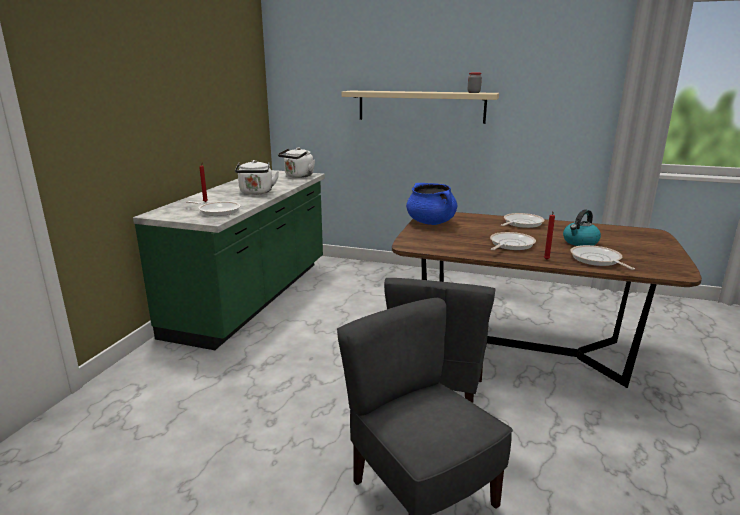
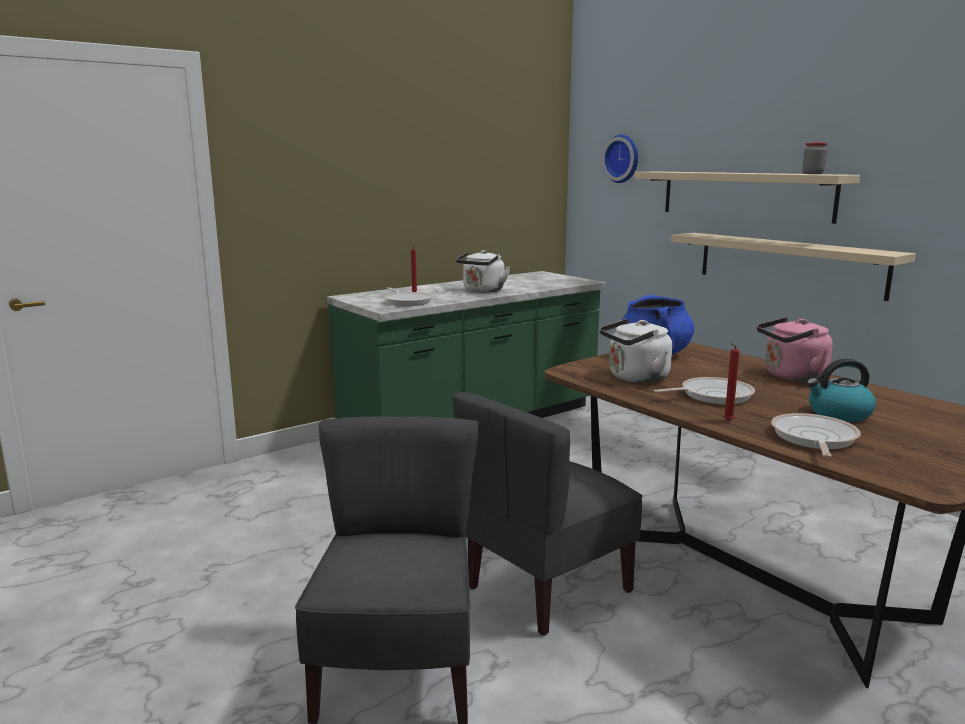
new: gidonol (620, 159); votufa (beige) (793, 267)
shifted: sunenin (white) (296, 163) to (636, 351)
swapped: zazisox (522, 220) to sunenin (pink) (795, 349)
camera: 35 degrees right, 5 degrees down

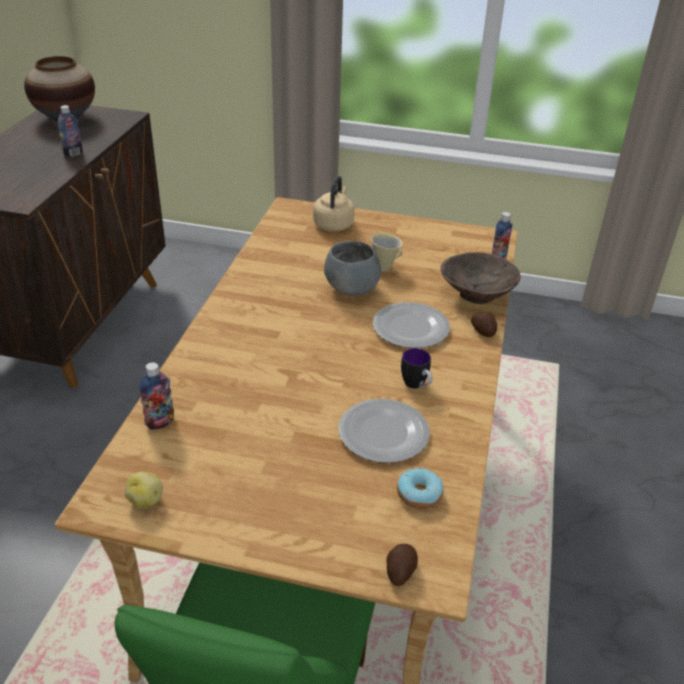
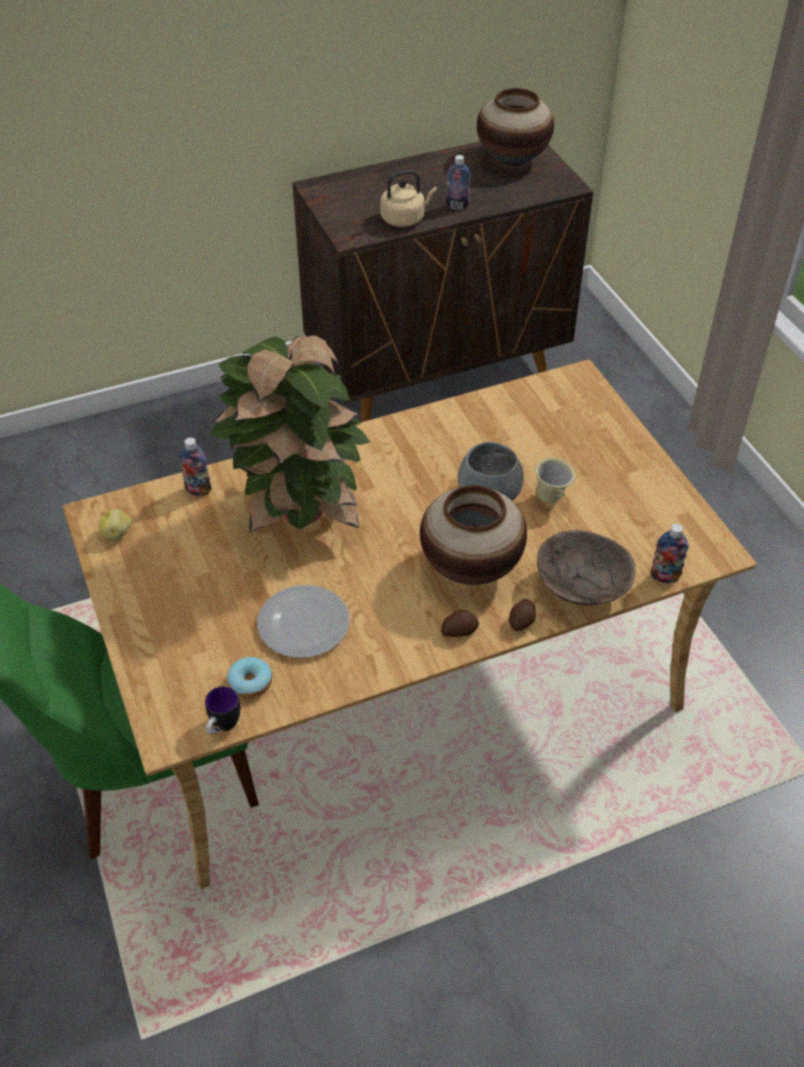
new: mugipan (290, 434)
shifted: sunenin (beige) (334, 203) to (408, 198); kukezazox (417, 368) to (222, 710); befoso (402, 565) to (460, 623)
swapped: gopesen (411, 325) to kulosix (473, 535)
camera: 55 degrees right, 10 degrees up

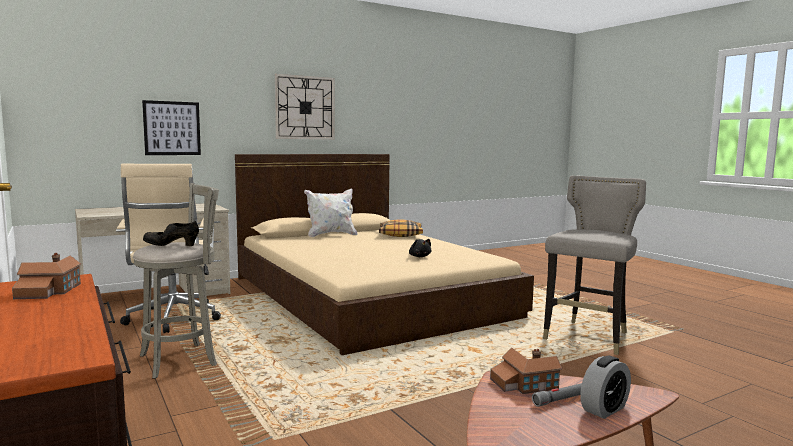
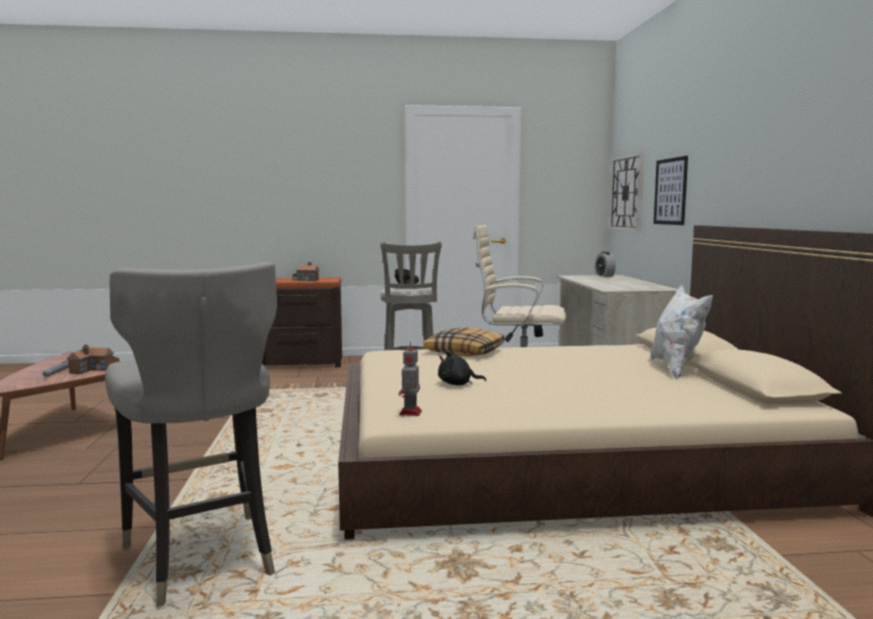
new: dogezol (410, 379)
shifted: gidonol (305, 106) to (626, 192); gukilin (401, 228) to (464, 341); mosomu (605, 387) to (605, 264)
camera: 115 degrees right, 0 degrees up

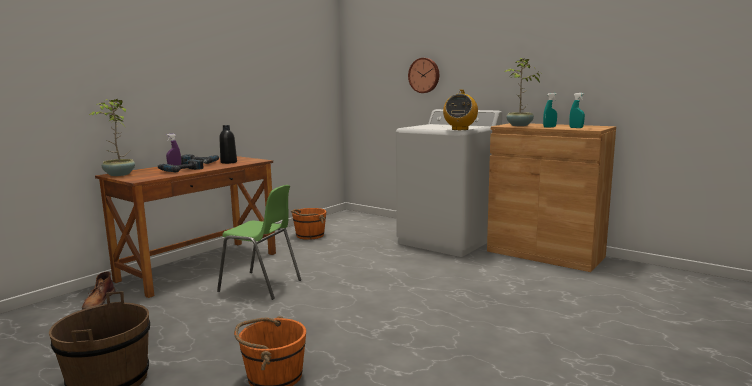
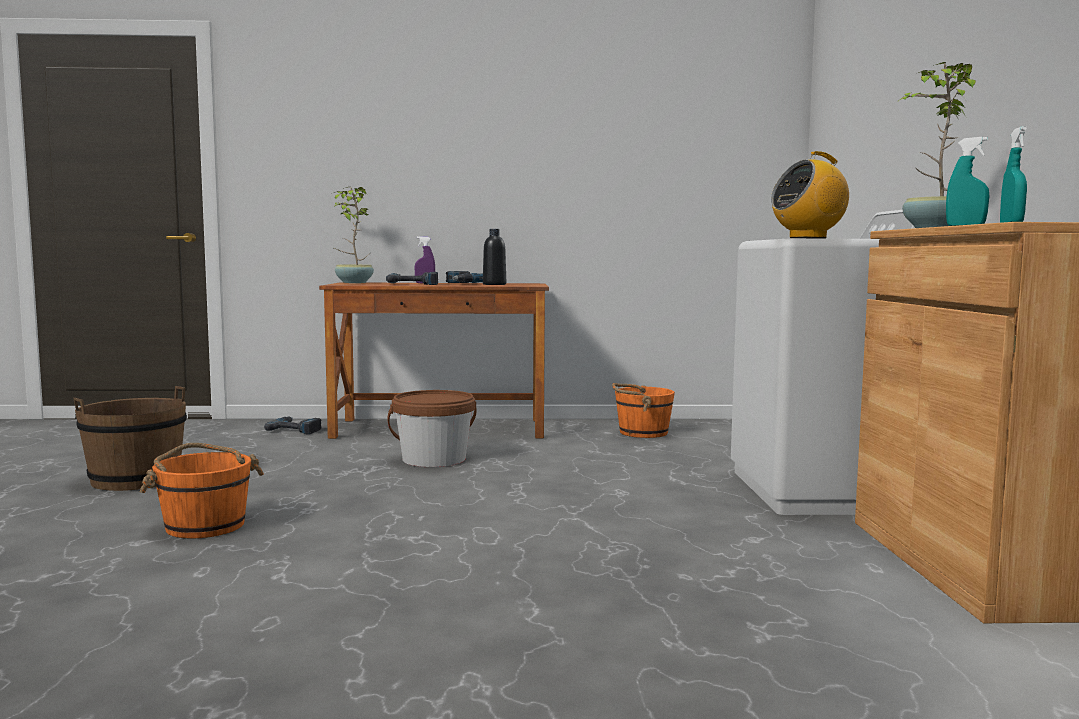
gone: gidonol (423, 75)
swapped: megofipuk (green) (259, 242) to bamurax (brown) (432, 428); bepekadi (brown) (99, 290) to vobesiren (293, 425)
camera: 50 degrees right, 5 degrees down

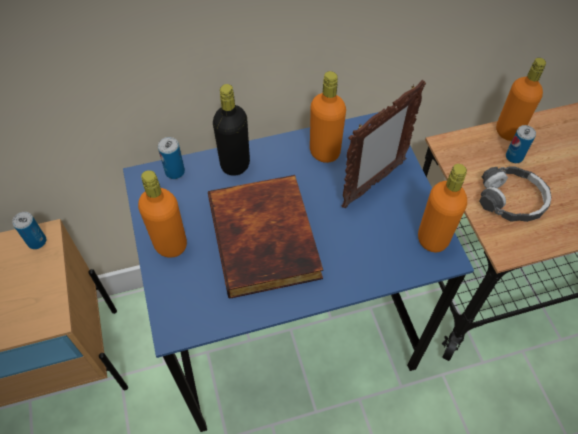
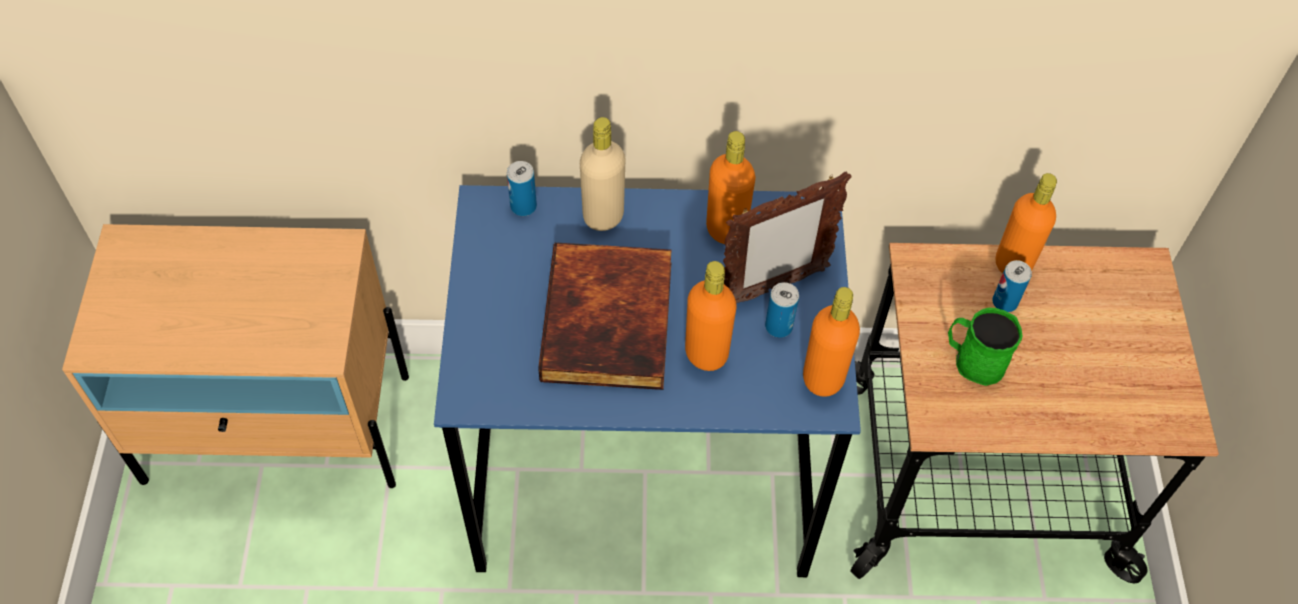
shifted: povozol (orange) (162, 214) to (711, 316); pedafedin (29, 230) to (782, 310)
swapped: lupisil (515, 194) to kukezazox (green) (985, 347)
repainted: povozol (black) (231, 130) to povozol (beige) (603, 174)
camera: 15 degrees right, 0 degrees up

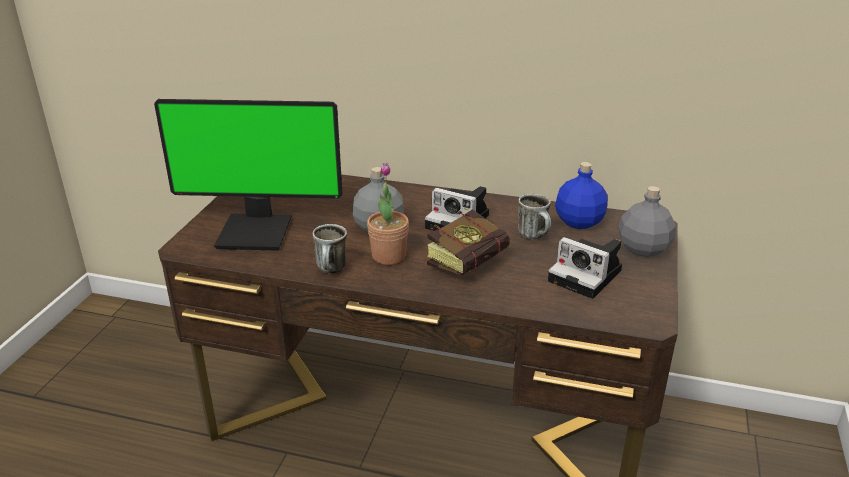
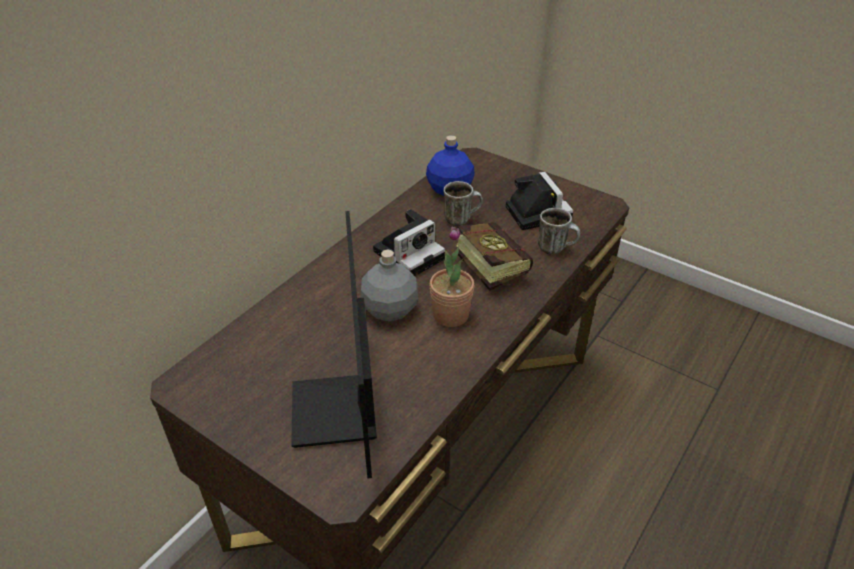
gone: povozol (grey) (647, 221)
shifted: kukezazox (330, 249) to (559, 231)
rotated: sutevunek (248, 175) = (334, 345) 150 degrees clockwise; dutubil (585, 268) = (540, 201) 75 degrees counterclockwise
camera: 70 degrees left, 10 degrees up

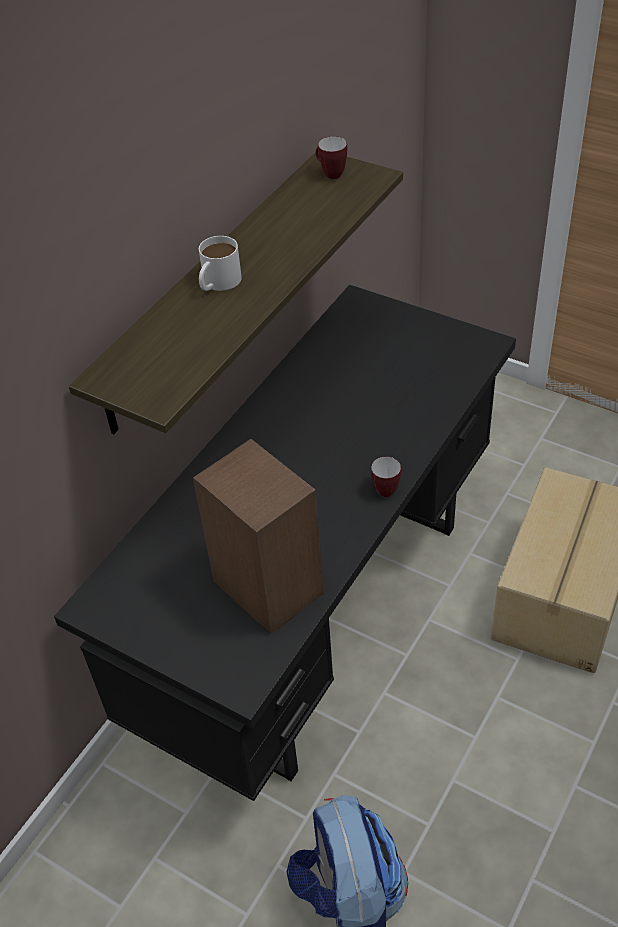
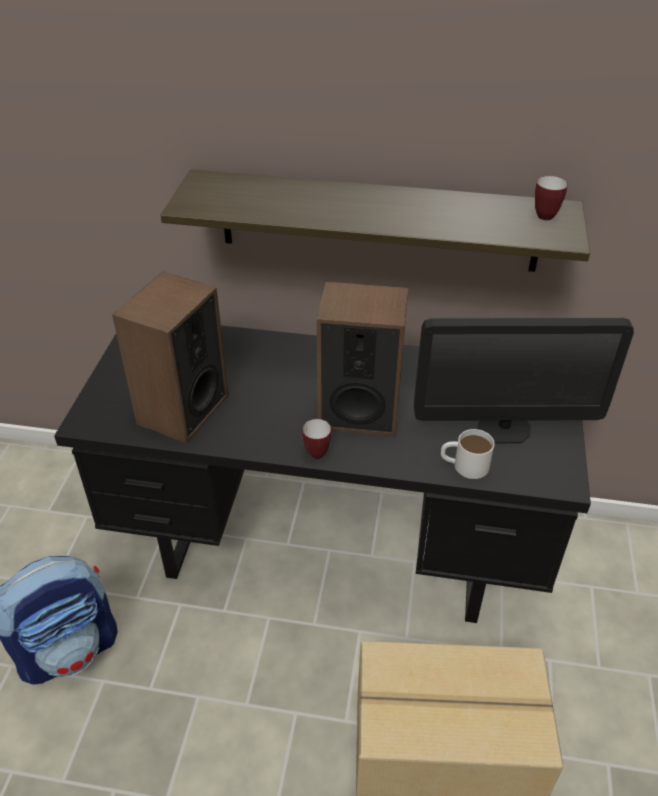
new: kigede (362, 359); sutevunek (524, 380)
shifted: kukezazox (white) (220, 263) to (467, 454)
camera: 65 degrees right, 5 degrees down

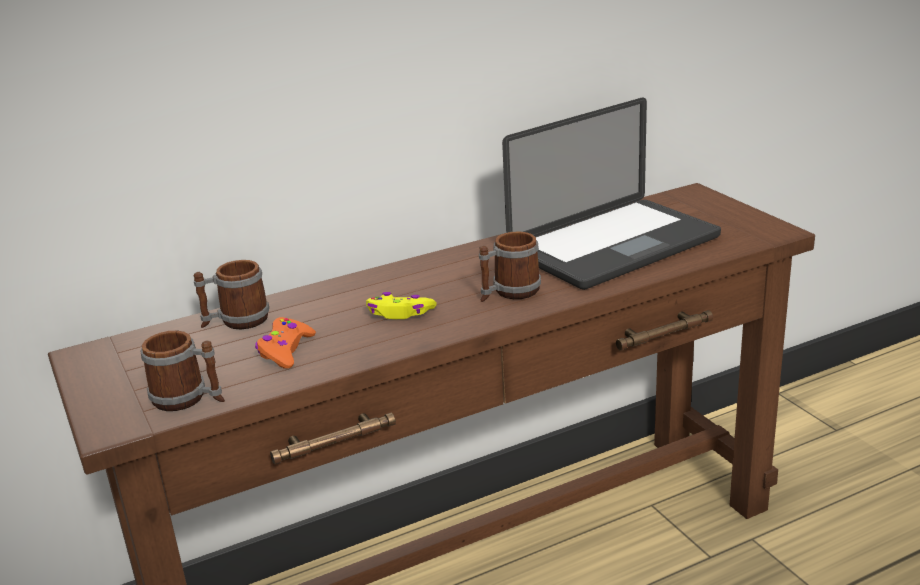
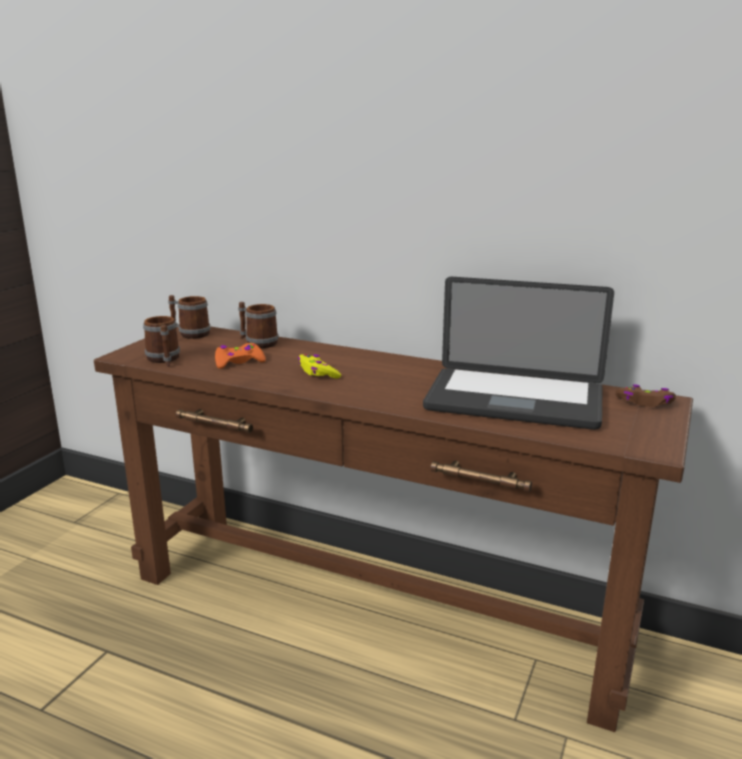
new: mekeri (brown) (645, 395)
shifted: kukezazox (510, 266) to (189, 317)
camera: 50 degrees right, 5 degrees down

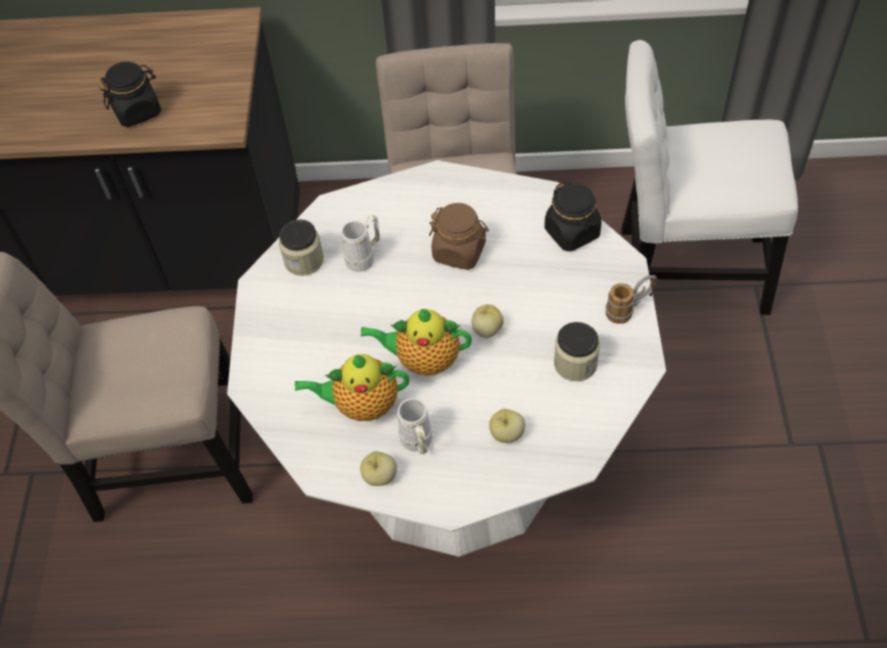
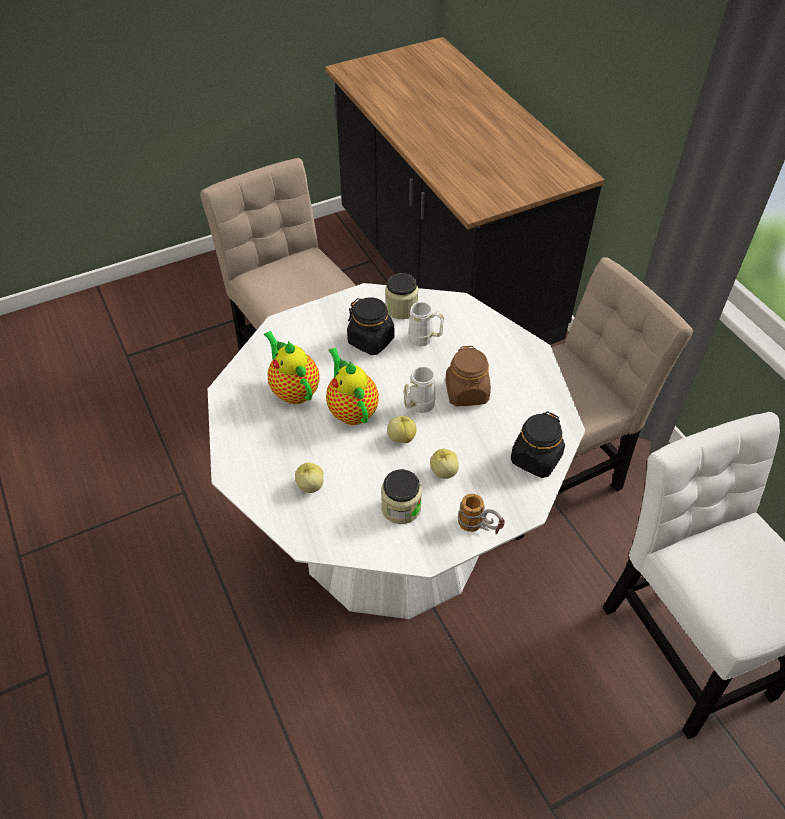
shifted: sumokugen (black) (130, 94) to (371, 326); kukezazox (white) (414, 426) to (419, 389); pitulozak (378, 468) to (444, 464)
camera: 60 degrees right, 5 degrees down

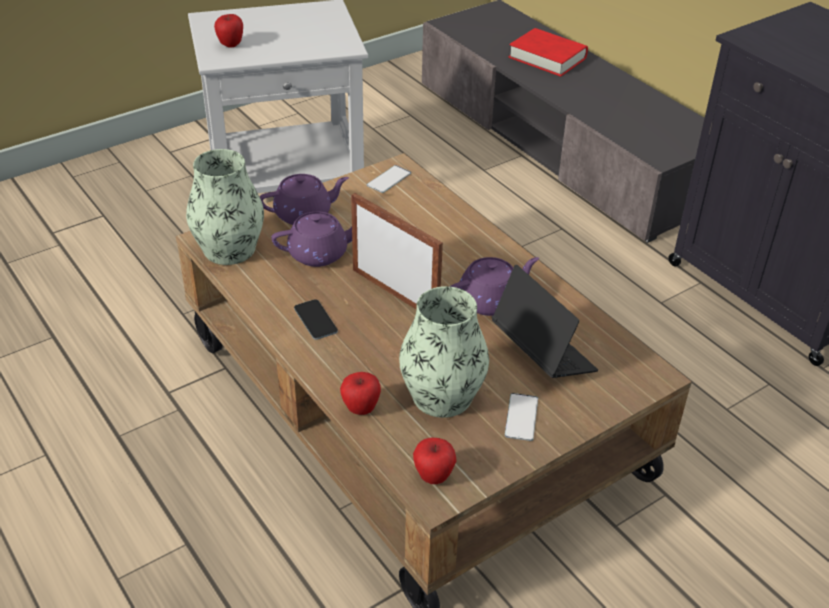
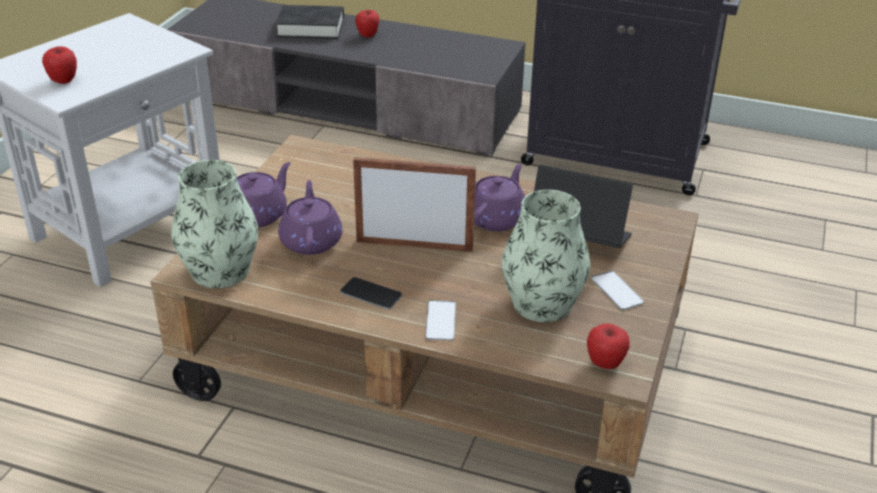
shifted: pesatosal (389, 179) to (441, 320); pitulozak (360, 393) to (367, 24)
repainted: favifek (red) (548, 52) to favifek (black) (309, 22)
rotated: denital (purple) (311, 239) = (310, 217) 45 degrees counterclockwise
camera: 35 degrees left, 5 degrees down

